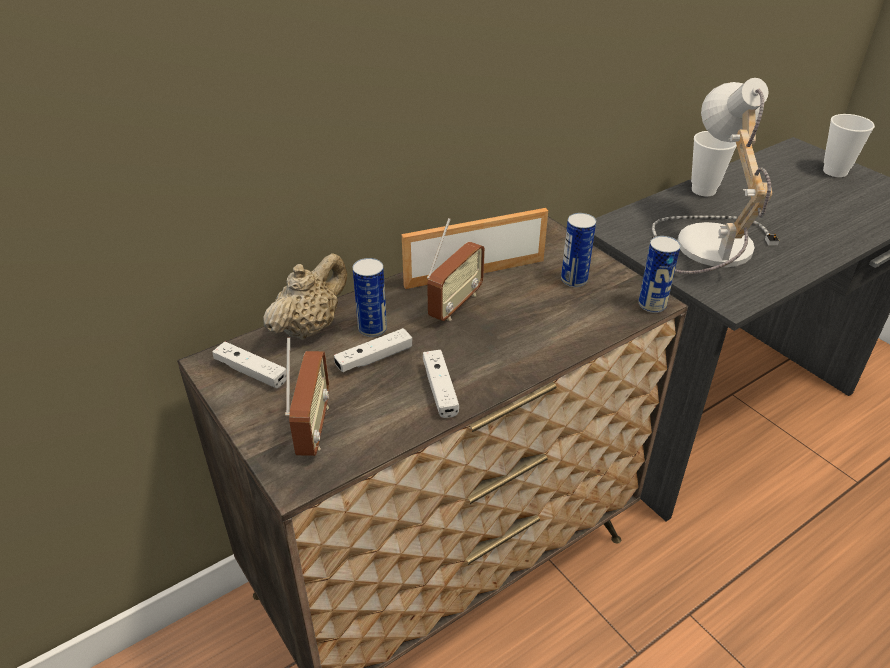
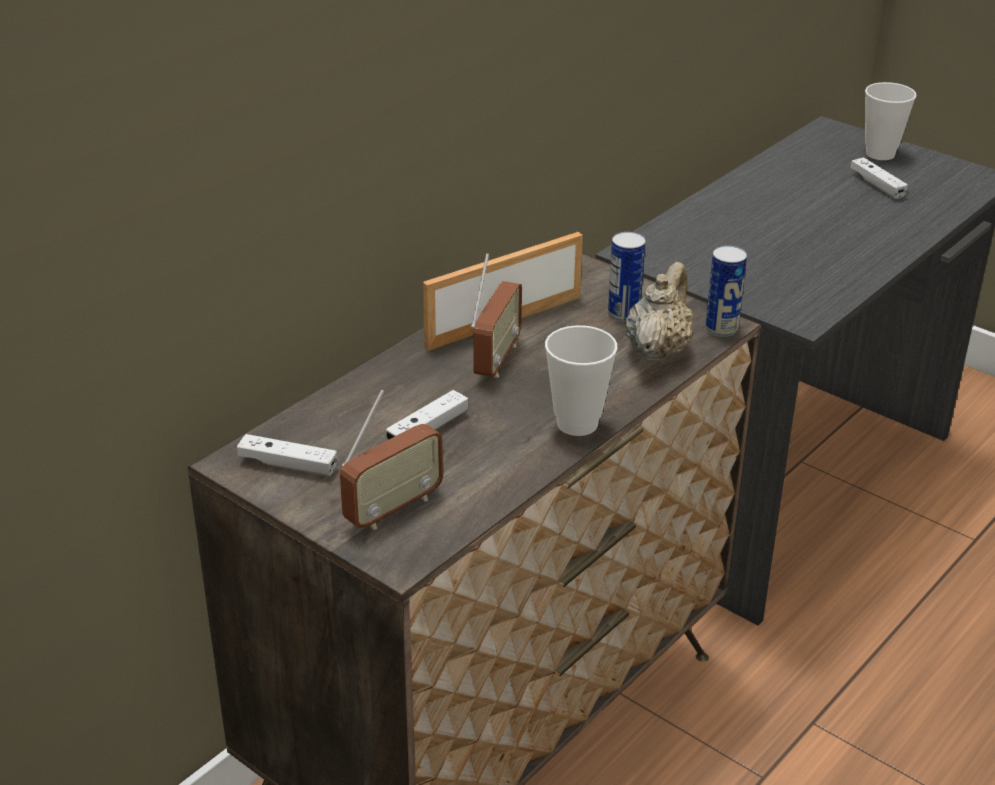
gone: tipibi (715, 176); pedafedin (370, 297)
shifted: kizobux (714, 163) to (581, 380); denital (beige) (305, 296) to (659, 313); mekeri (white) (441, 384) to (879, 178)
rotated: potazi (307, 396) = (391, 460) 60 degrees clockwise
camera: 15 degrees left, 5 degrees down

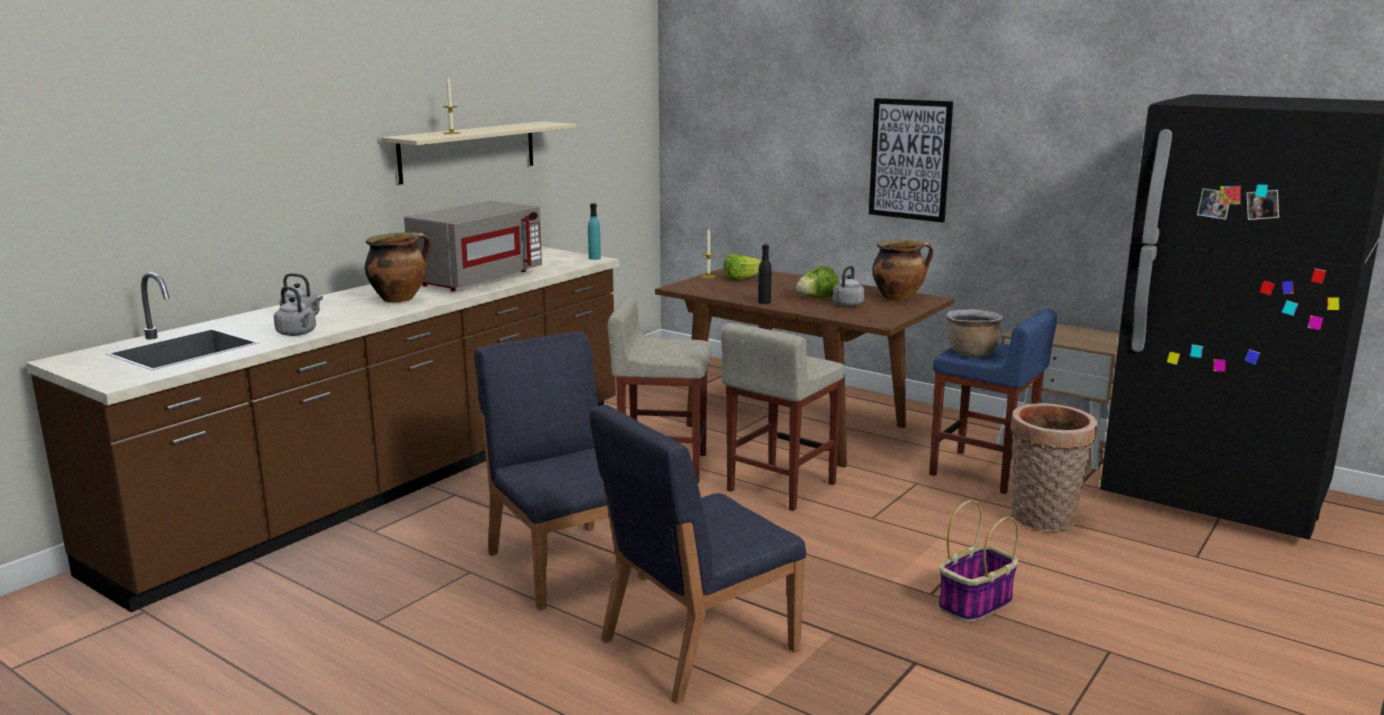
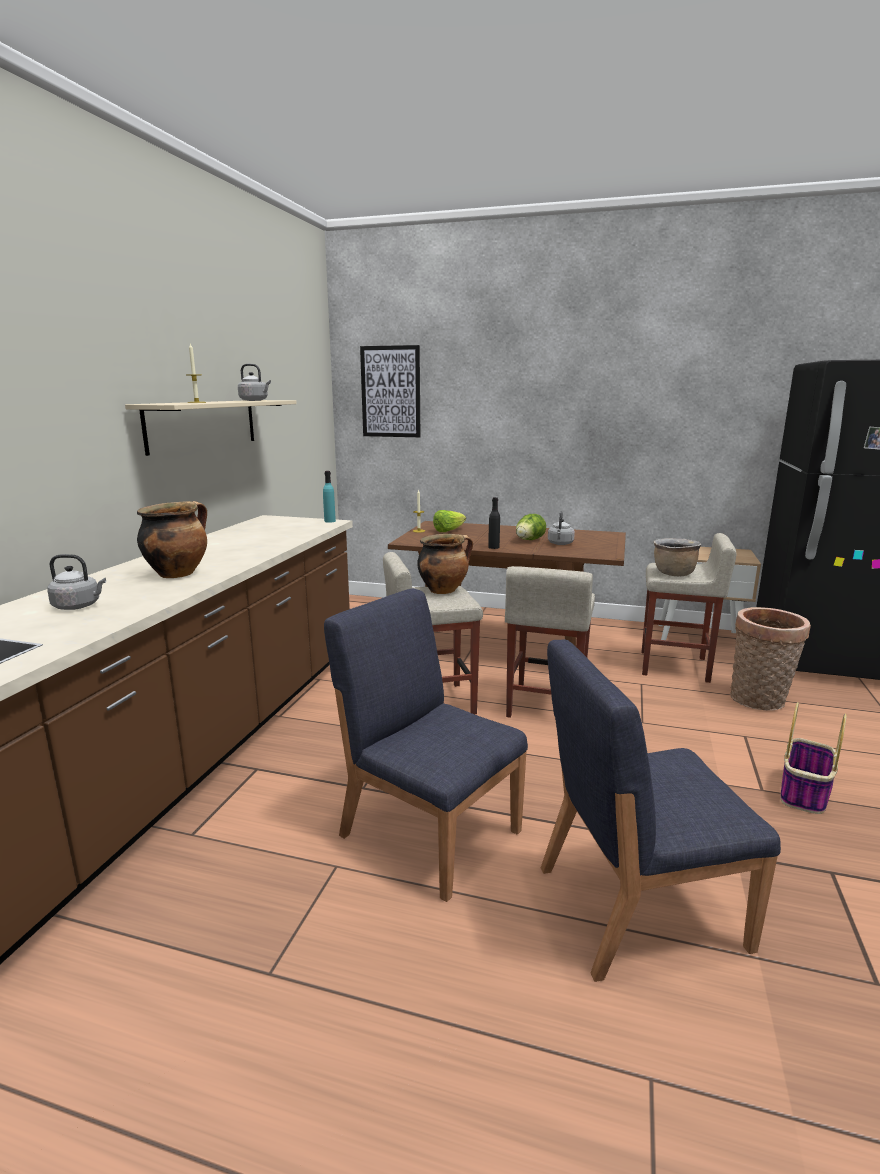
gone: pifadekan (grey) (473, 246)
shifted: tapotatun (911, 160) to (390, 391); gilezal (902, 270) to (445, 564); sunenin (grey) (295, 311) to (254, 382)
repainted: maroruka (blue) (993, 401) to maroruka (beige) (689, 608)
rotated: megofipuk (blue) (698, 554) = (661, 811) 45 degrees clockwise
camera: 20 degrees left, 0 degrees up

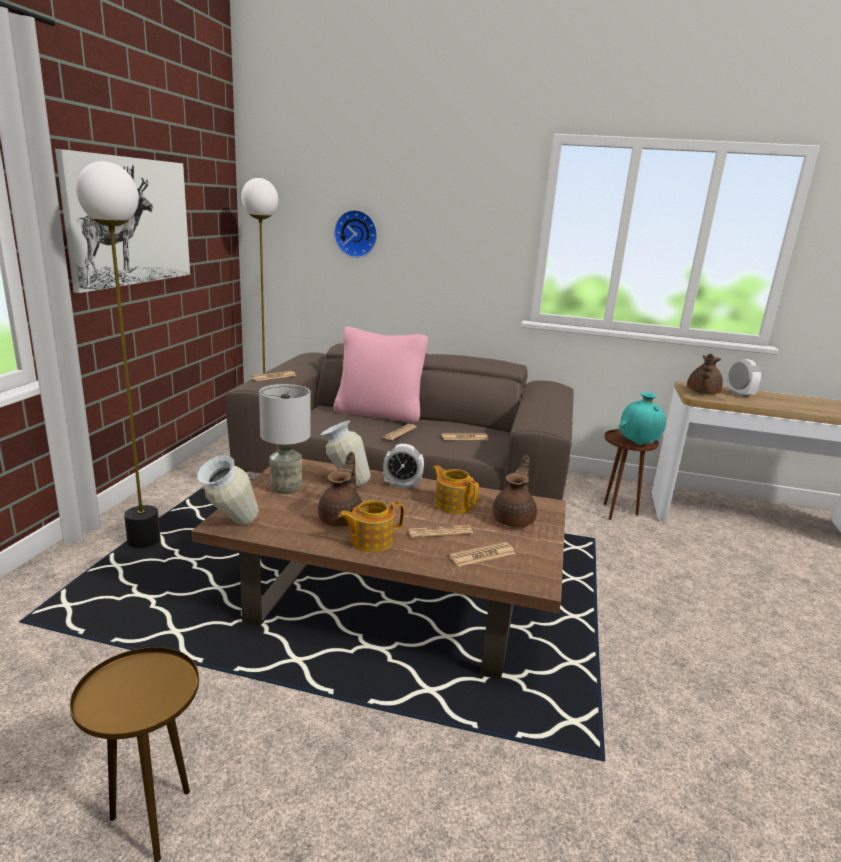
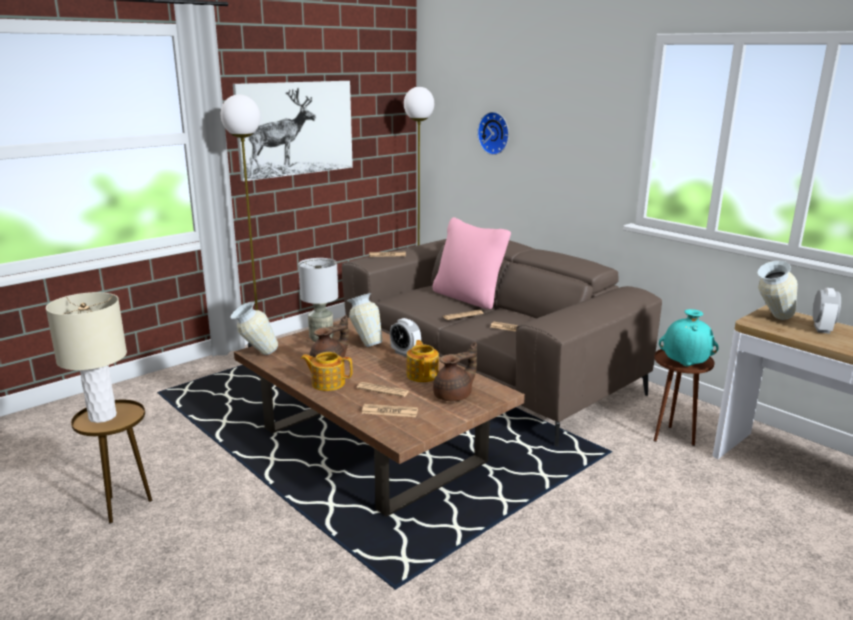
new: tipibi (beige) (86, 357)
swapped: denital (brown) (705, 374) to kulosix (777, 290)
camera: 35 degrees right, 0 degrees up

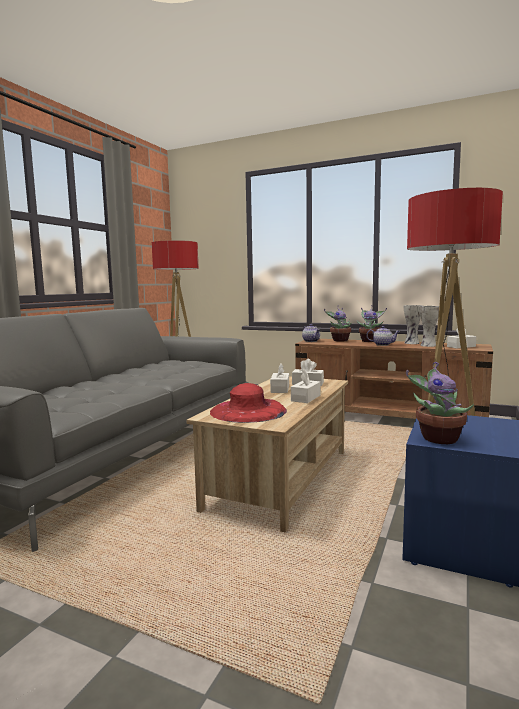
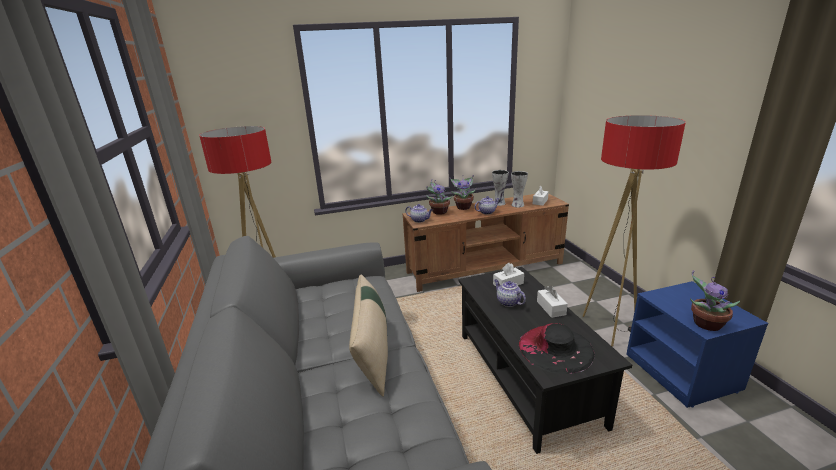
new: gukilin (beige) (368, 336)
swapped: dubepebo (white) (279, 378) to denital (510, 293)
repainted: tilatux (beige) (267, 454) to tilatux (black) (545, 360); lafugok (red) (248, 403) to lafugok (black) (557, 348)
camera: 40 degrees left, 15 degrees up

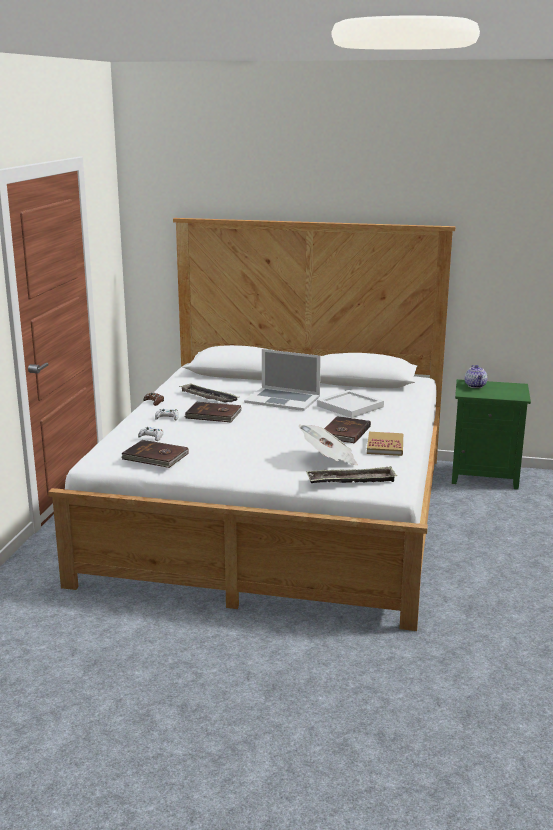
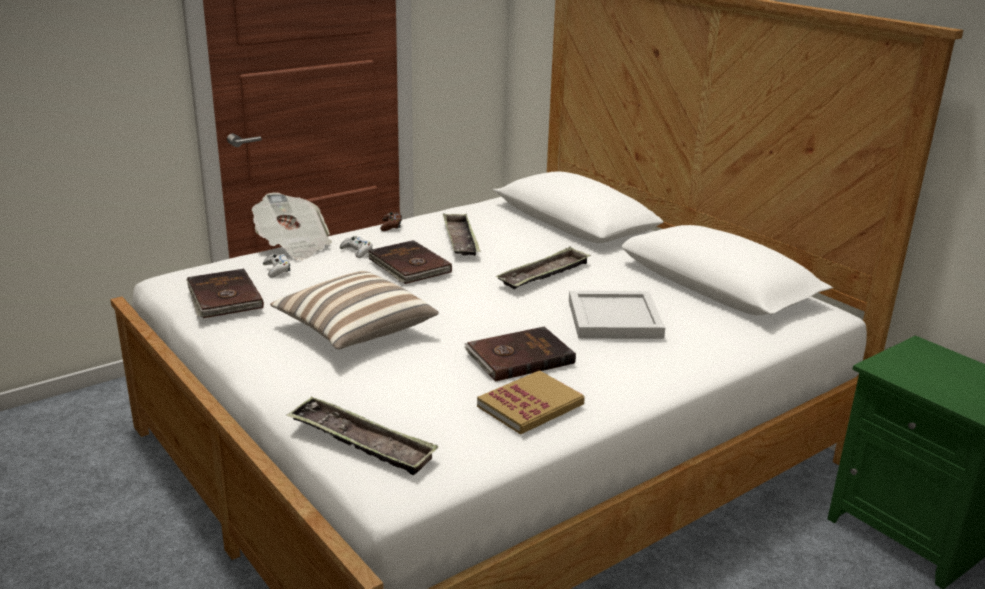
gone: denital (476, 376)
new: gukilin (354, 310)
shifted: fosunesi (328, 445) to (292, 226)
swapped: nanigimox (282, 380) to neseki (543, 268)
camera: 40 degrees right, 5 degrees up

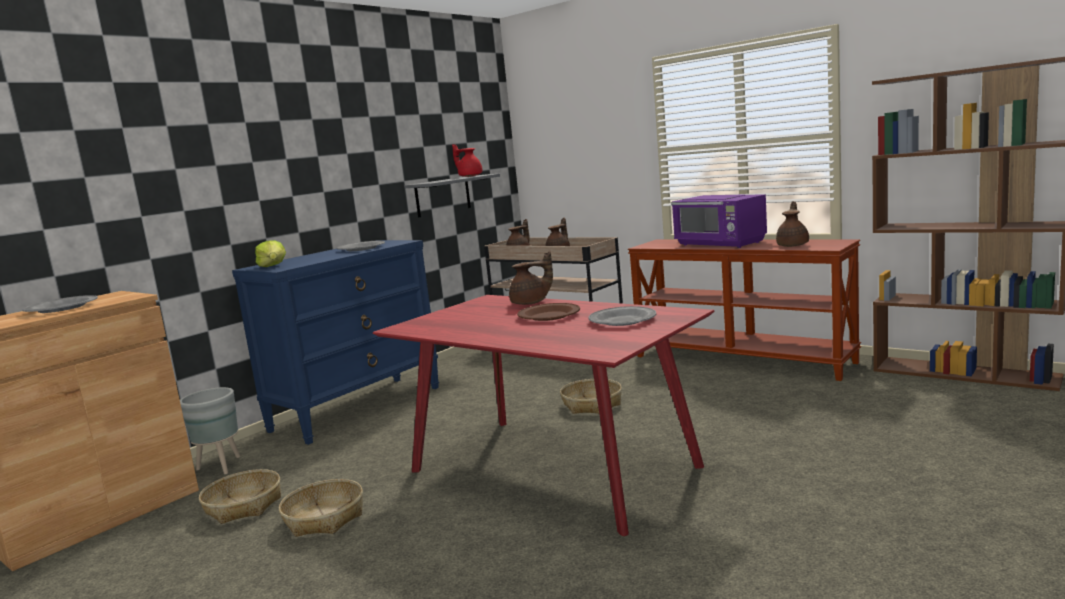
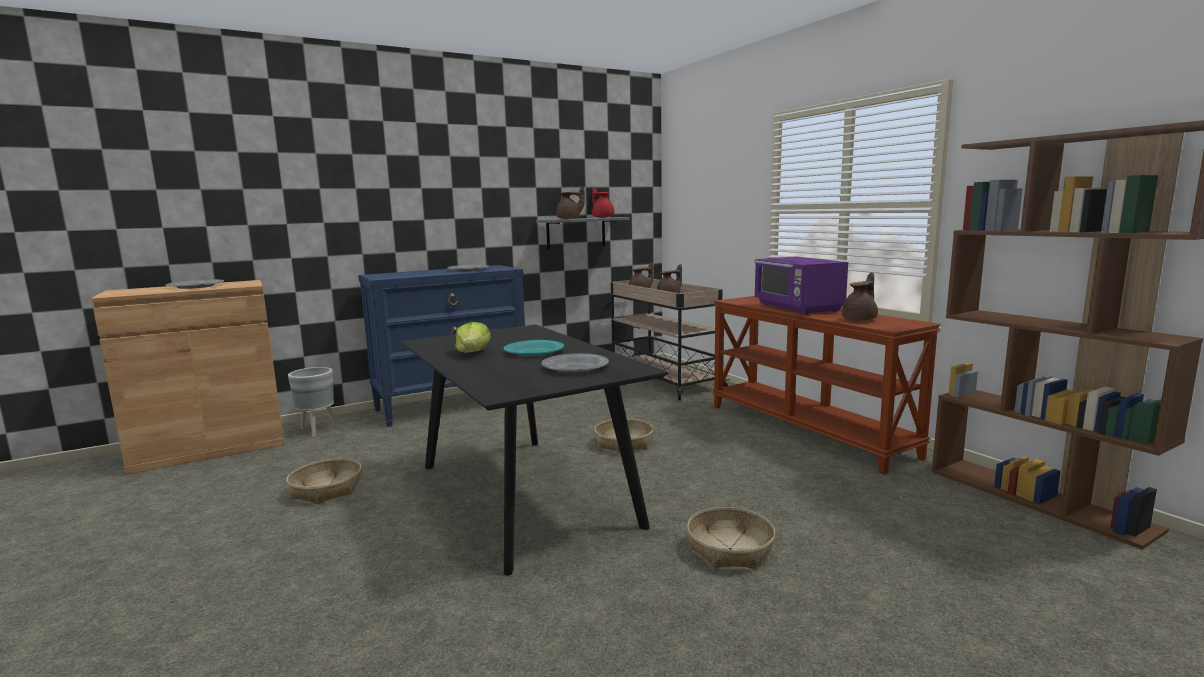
shifted: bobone (270, 253) to (473, 337); denital (brown) (531, 278) to (570, 202); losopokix (240, 496) to (731, 538)
repainted: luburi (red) (543, 415) to luburi (black) (534, 450); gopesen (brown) (548, 312) to gopesen (turquoise) (534, 348)
camera: 20 degrees right, 0 degrees up

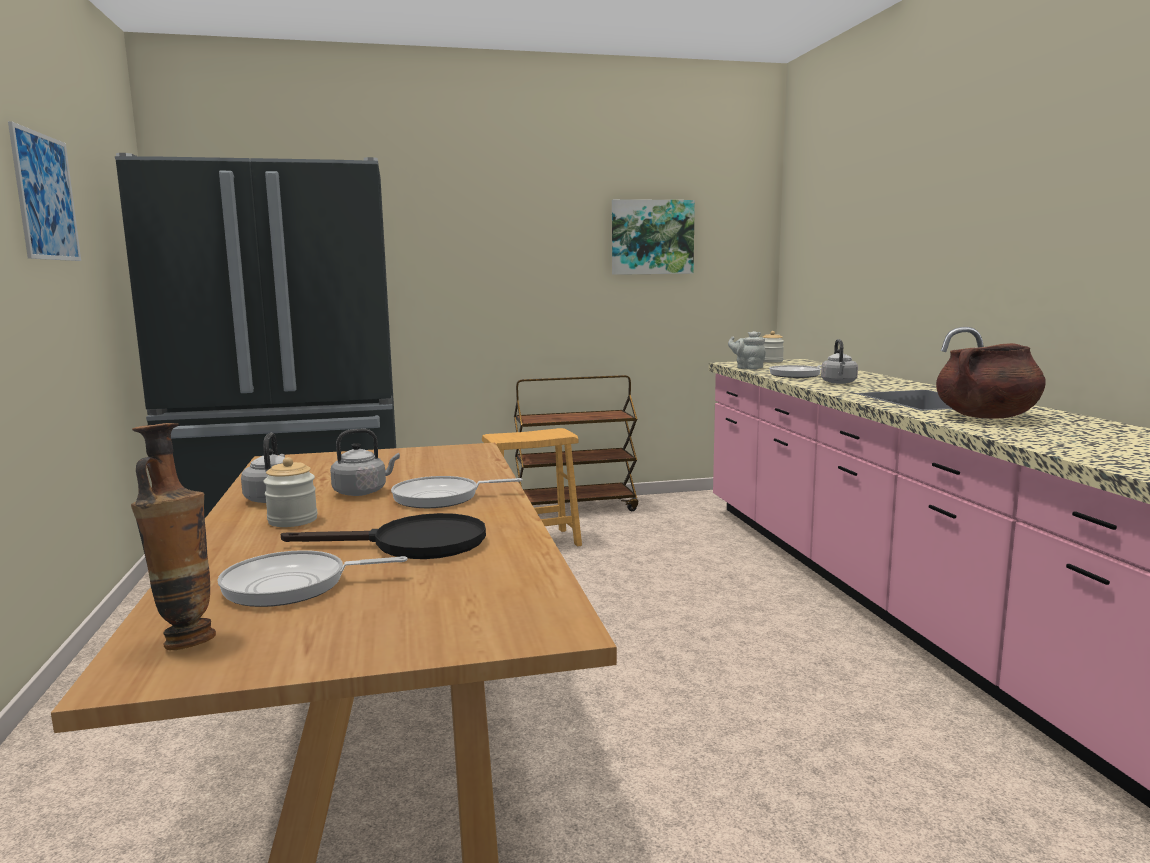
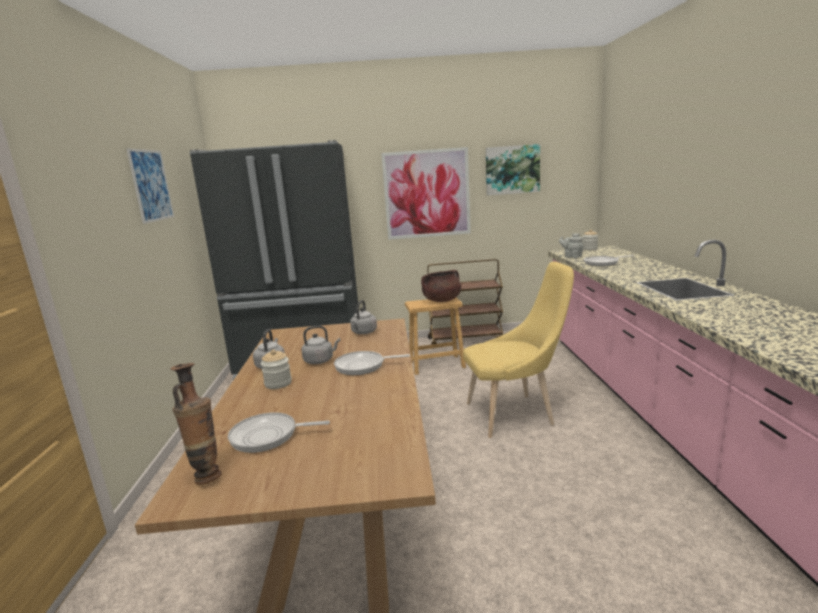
gone: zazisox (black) (383, 536)
new: tapotatun (426, 193); megofipuk (yellow) (518, 349)
shifted: sunenin (grey) (839, 361) to (363, 317); gilezal (brown) (991, 381) to (441, 286)
camera: 10 degrees right, 5 degrees up

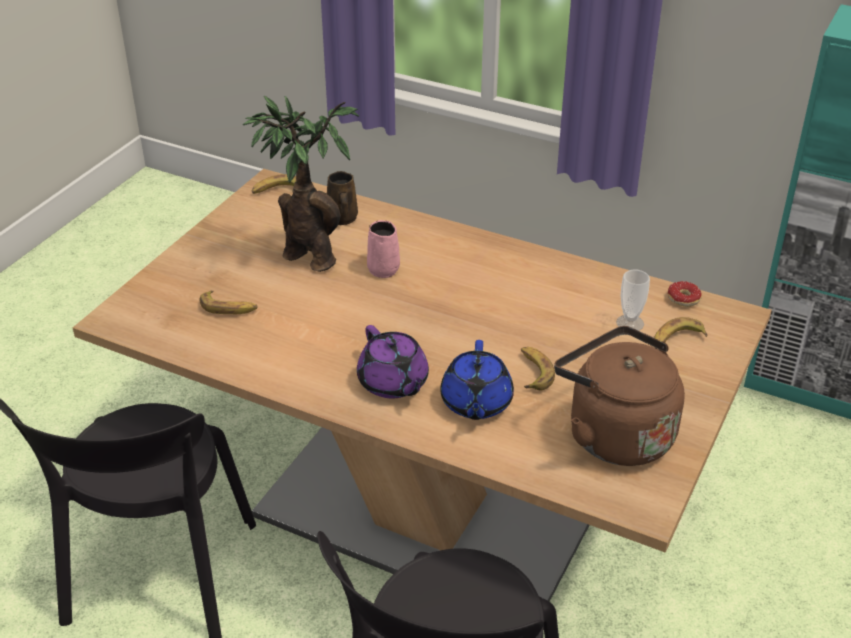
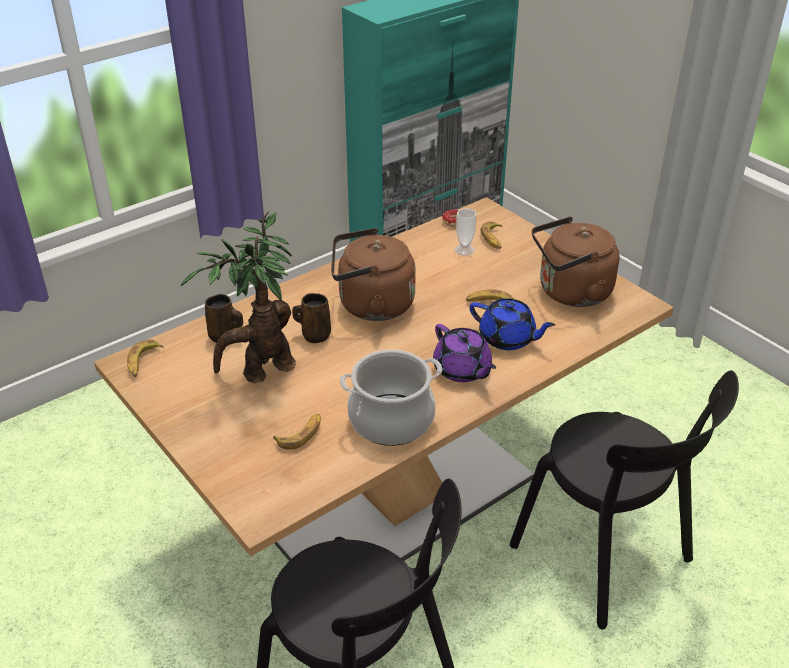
new: sunenin (brown) (373, 274); gilezal (391, 398)
repainted: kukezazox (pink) (383, 249) to kukezazox (brown) (311, 318)
rotated: denital (purple) (393, 362) = (464, 353) 60 degrees clockwise
camera: 65 degrees left, 0 degrees up

